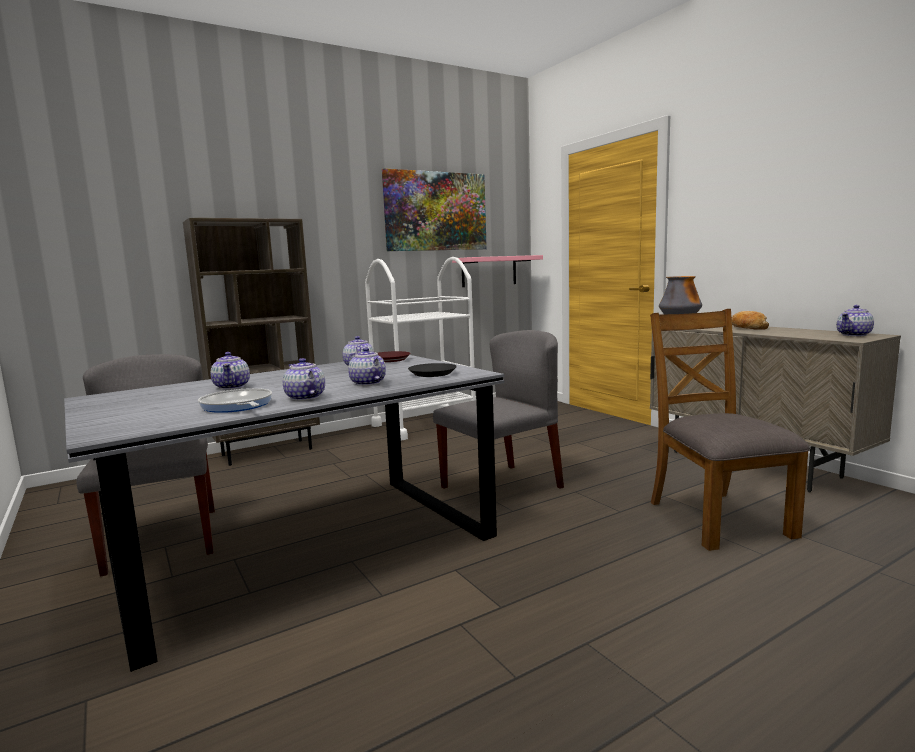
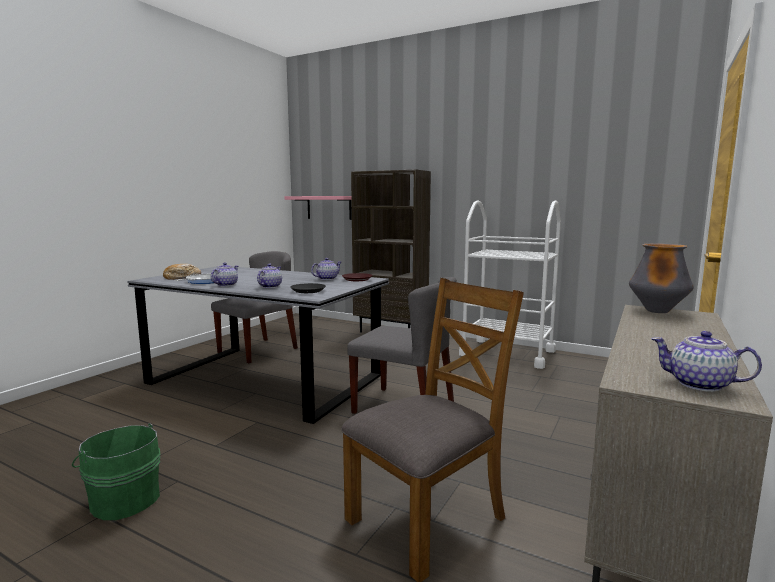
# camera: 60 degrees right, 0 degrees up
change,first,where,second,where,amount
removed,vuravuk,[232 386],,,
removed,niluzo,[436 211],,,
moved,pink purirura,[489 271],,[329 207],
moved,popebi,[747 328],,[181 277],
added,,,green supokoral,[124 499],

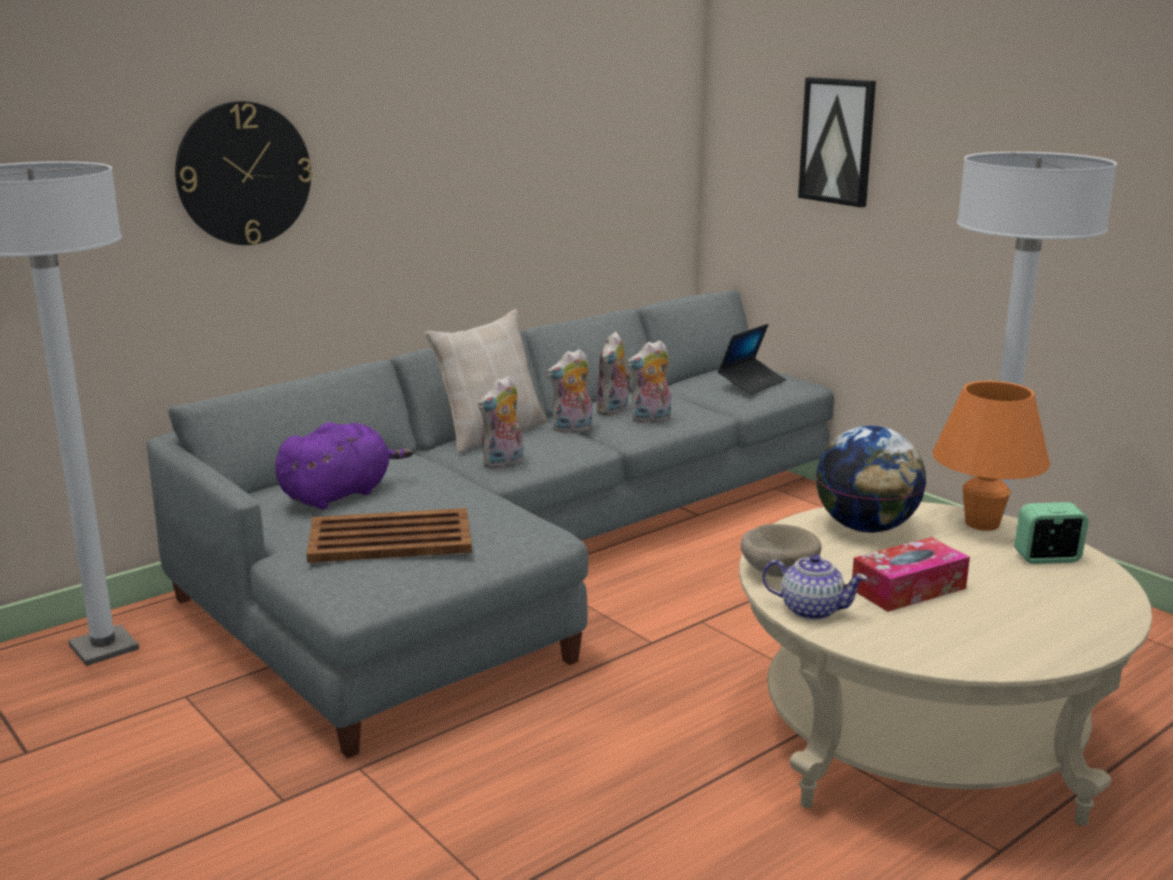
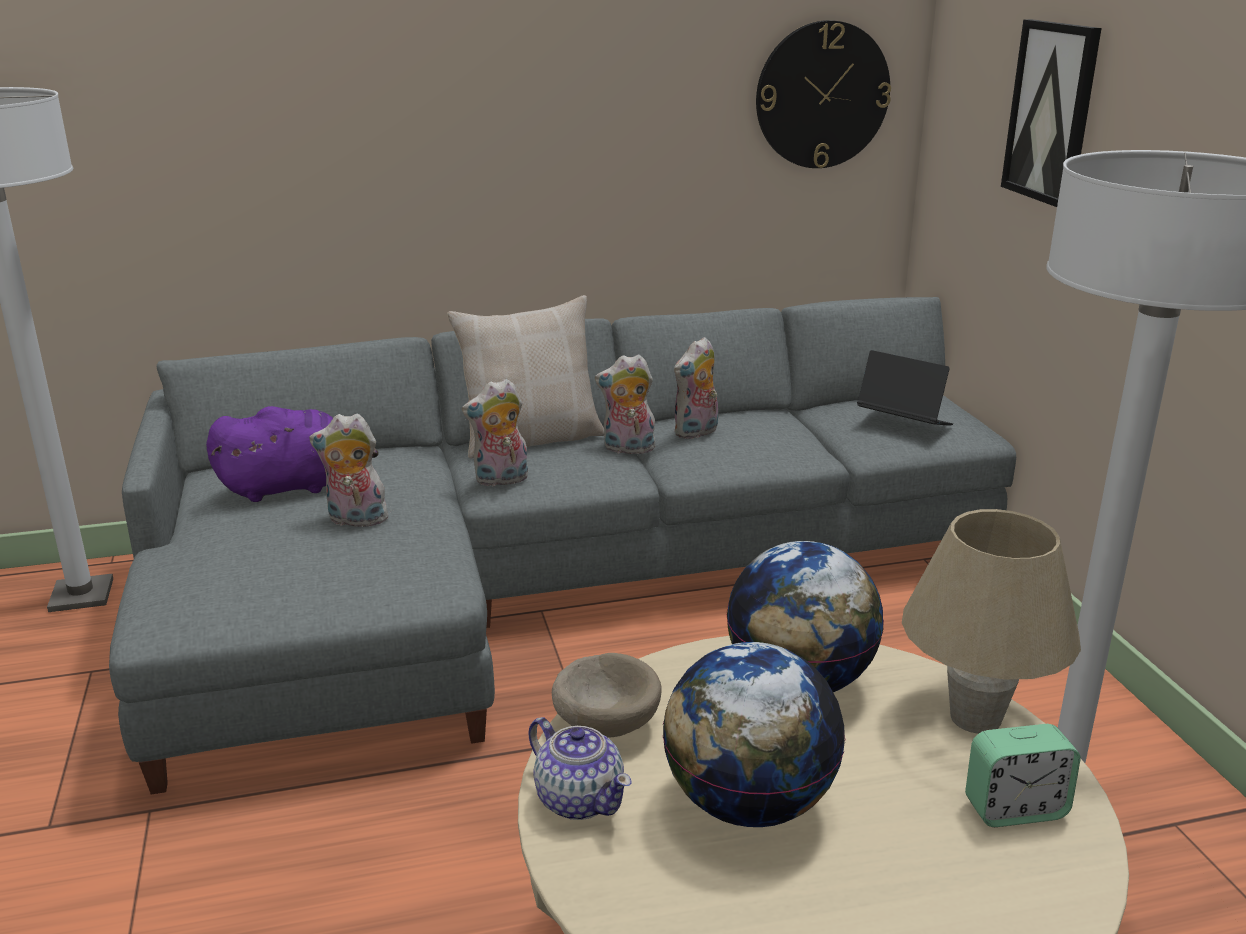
# camera: 25 degrees right, 5 degrees up
change,first,where,second,where,amount
moved,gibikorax,[244 173],,[822 95],
removed,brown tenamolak,[388 538],,,
moved,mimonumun,[651 420],,[355 520],
turned,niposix,[751 383],,[903 423],120 degrees counterclockwise
replaced,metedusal,[908 589],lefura,[747 803],
recoloured,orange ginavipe,[982 524],beige ginavipe,[975 718],
turned,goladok,[1047 558],,[1015 809],150 degrees clockwise

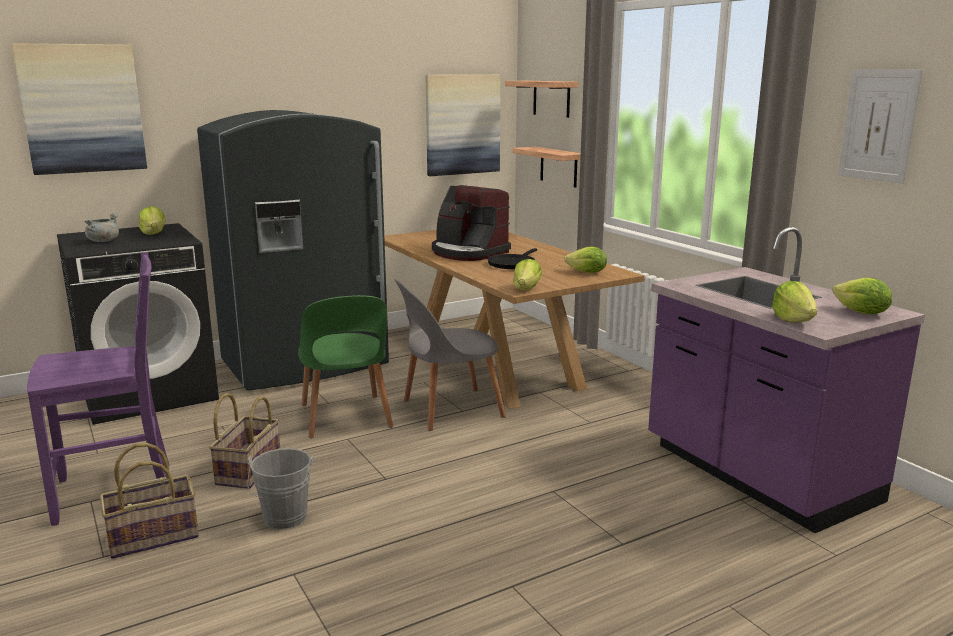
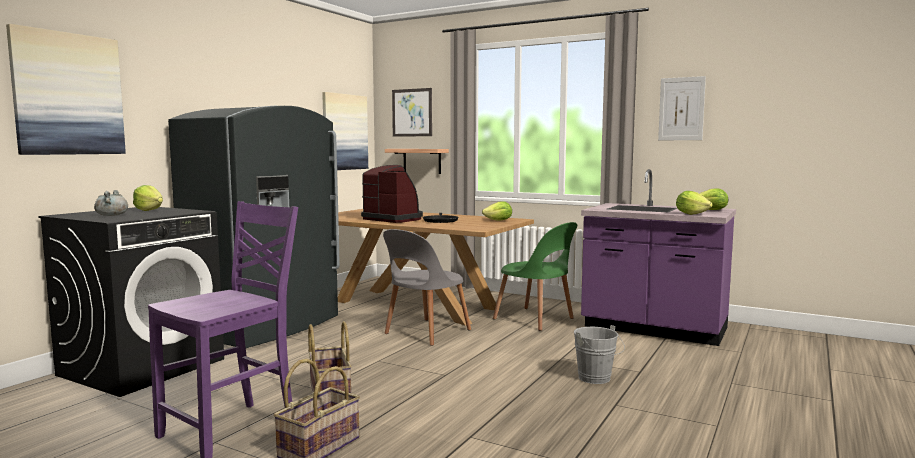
# camera: 30 degrees left, 10 degrees down
change,first,where,second,where,amount
moved,grey supokoral,[284 520],,[597 379],
moved,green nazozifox,[345 418],,[536 319],
turned,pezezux,[468 252],,[394 219],150 degrees counterclockwise
replaced,purirura,[551 98],niluzo,[412 112],
removed,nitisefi,[526 289],,,

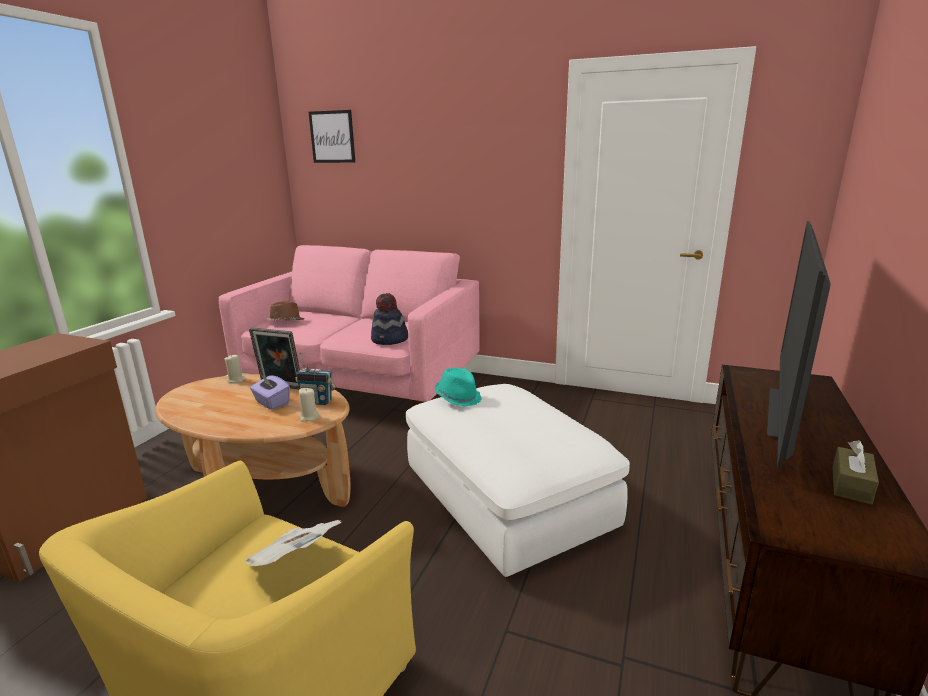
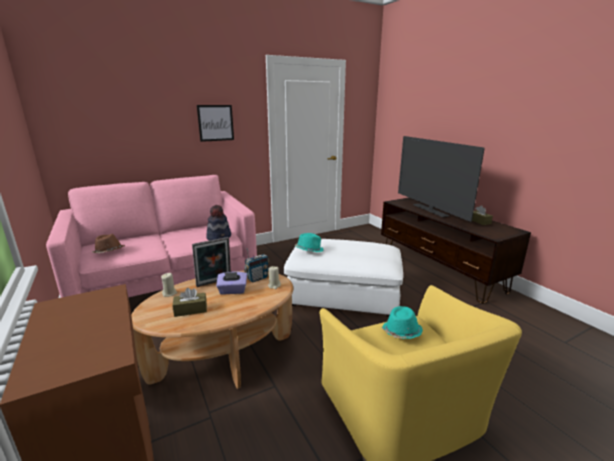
# camera: 50 degrees left, 0 degrees up
change,first,where,second,where,amount
replaced,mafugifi,[296 562],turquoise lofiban,[401 332],
moved,niluzo,[332 137],,[215 123],
added,,,brown metedusal,[190 310],

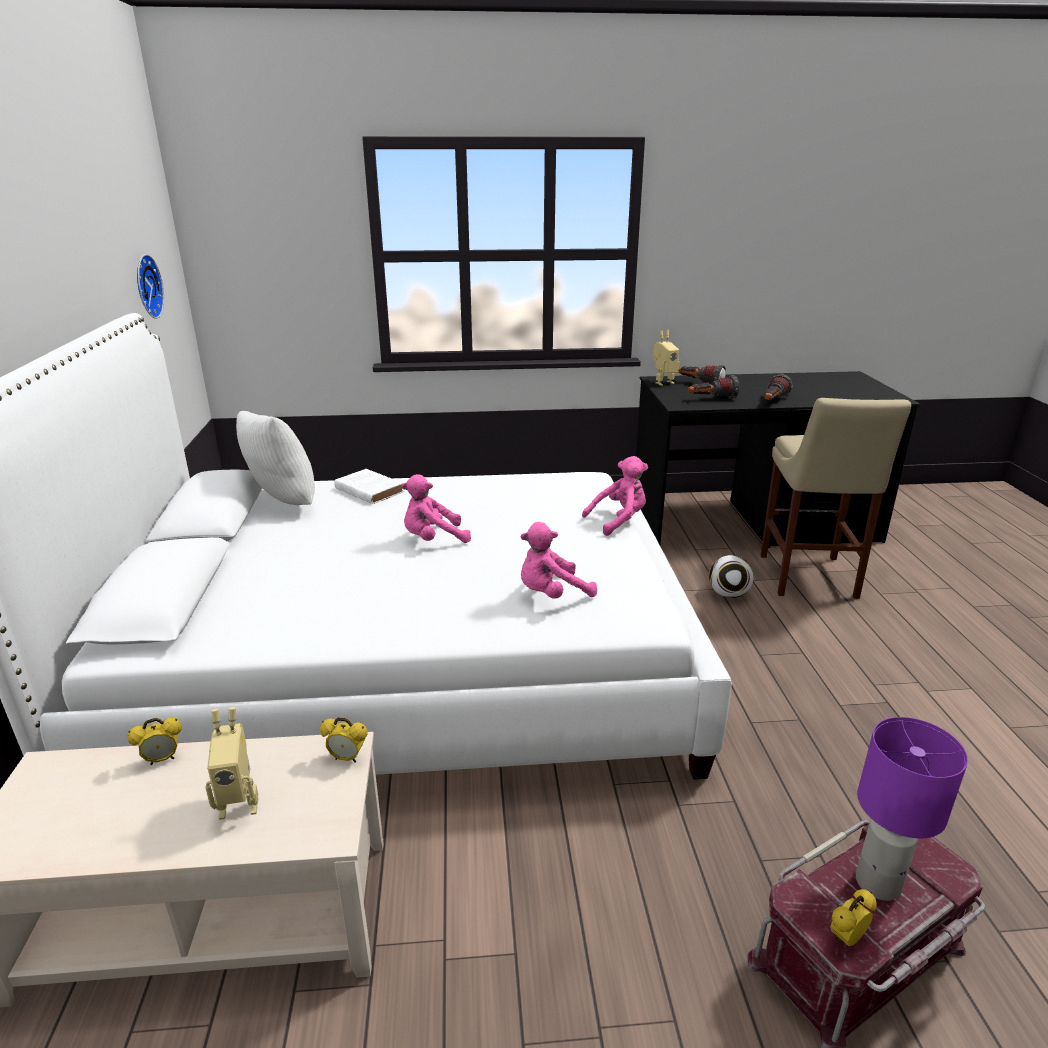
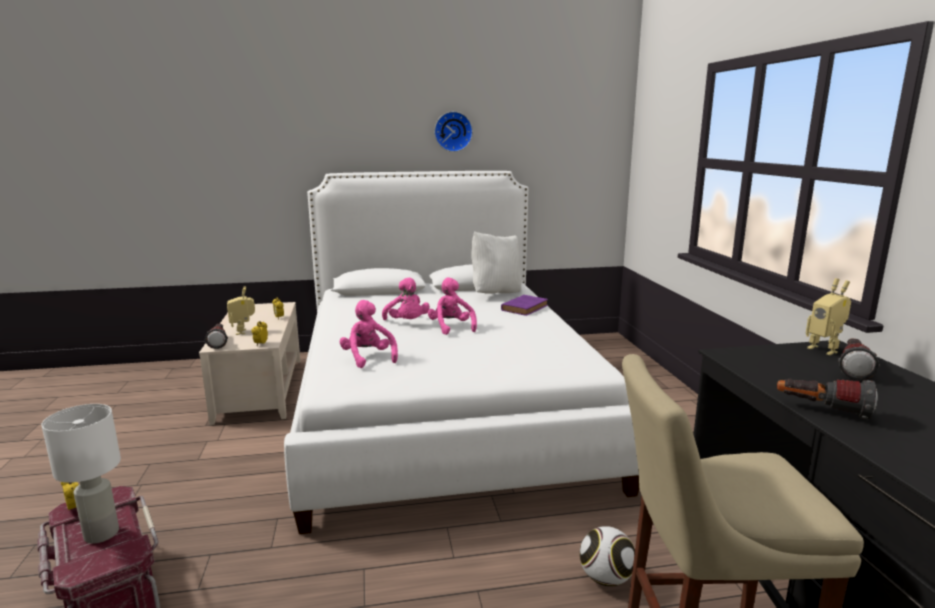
# camera: 85 degrees right, 10 degrees down
change,first,where,second,where,amount
moved,gibikorax,[145 286],,[453 131],
recoloured,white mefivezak,[368 490],purple mefivezak,[525 308],
moved,pink mimonumun,[619 521],,[407 323],
moved,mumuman,[711 399],,[219 342],
recoloured,purple ginavipe,[878 882],white ginavipe,[102 534],

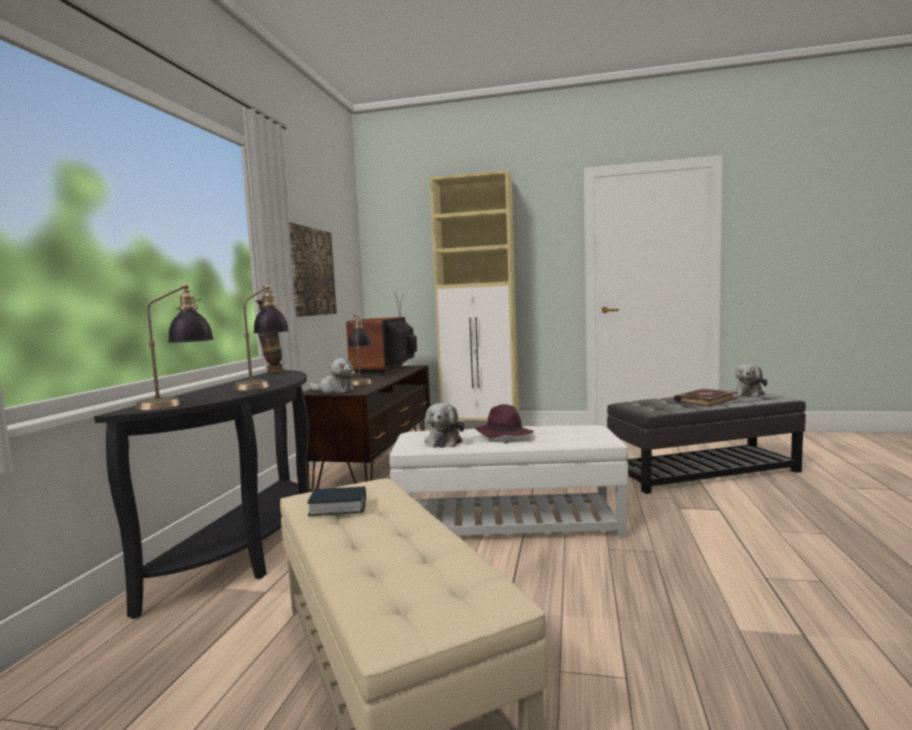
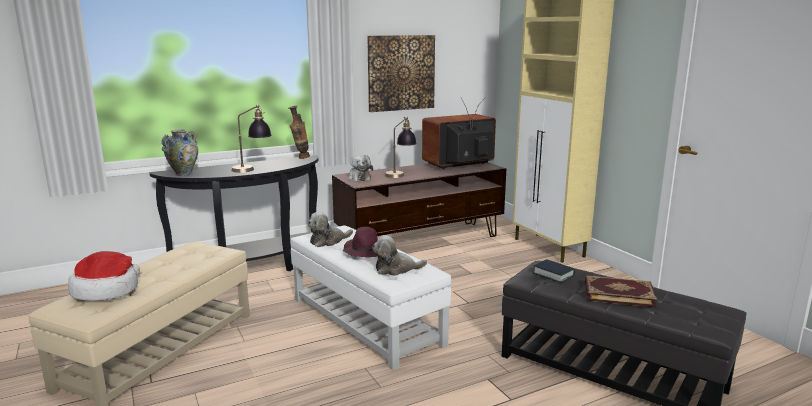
# camera: 50 degrees right, 10 degrees up
change,first,where,second,where,amount
replaced,ginavipe,[178 404],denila,[183 174],
moved,mefivezak,[338 507],,[553 274],
moved,mimonumun,[748 393],,[396 269],
added,,,lofiban,[107 290],

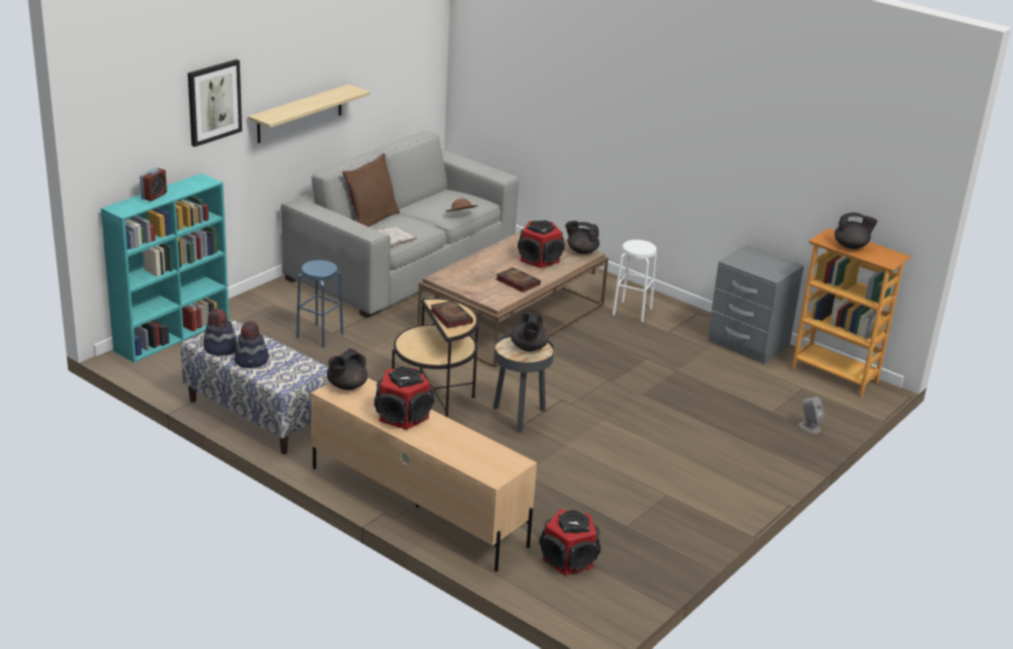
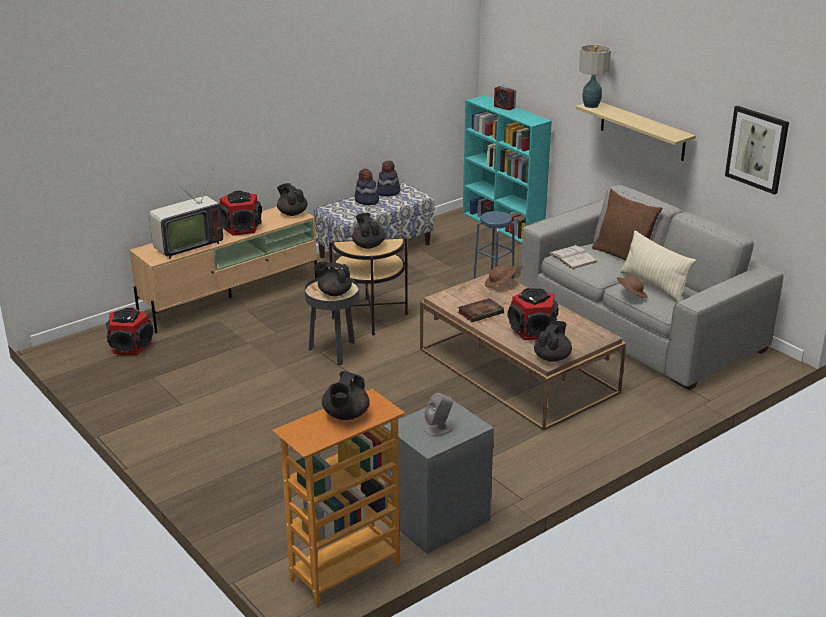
# camera: 105 degrees right, 0 degrees up
change,first,where,second,where,amount
moved,niluzo,[214 102],,[757 149],
replaced,mefivezak,[450 316],black vuravuk,[368 245],
removed,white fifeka,[632 311],,,
moved,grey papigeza,[809 427],,[439 429],
added,,,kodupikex,[186 246],
added,,,brown lofiban,[499 284],
added,,,ginavipe,[591 105],
added,,,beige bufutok,[653 286],

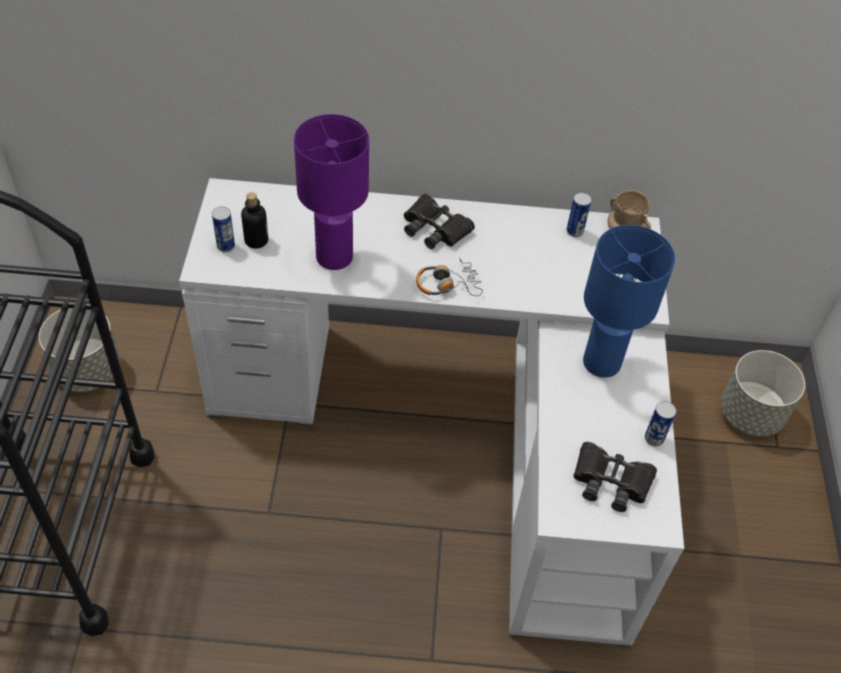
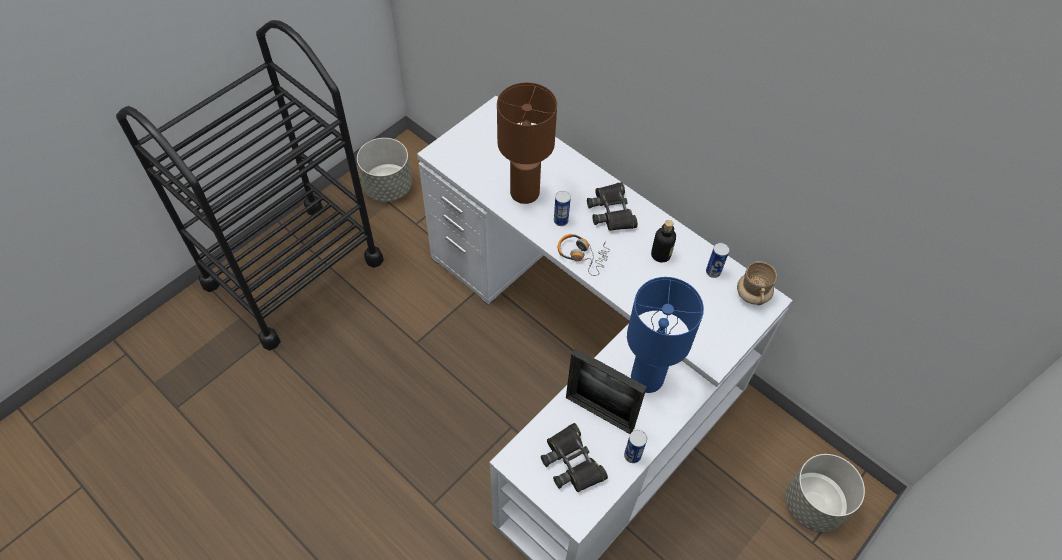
# camera: 40 degrees right, 5 degrees up
change,first,where,second,where,amount
moved,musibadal,[226 246],,[560 221],
moved,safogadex,[256 240],,[660 255],
recoloured,purple ginavipe,[334 258],brown ginavipe,[524 193],
added,,,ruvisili,[599 413],

